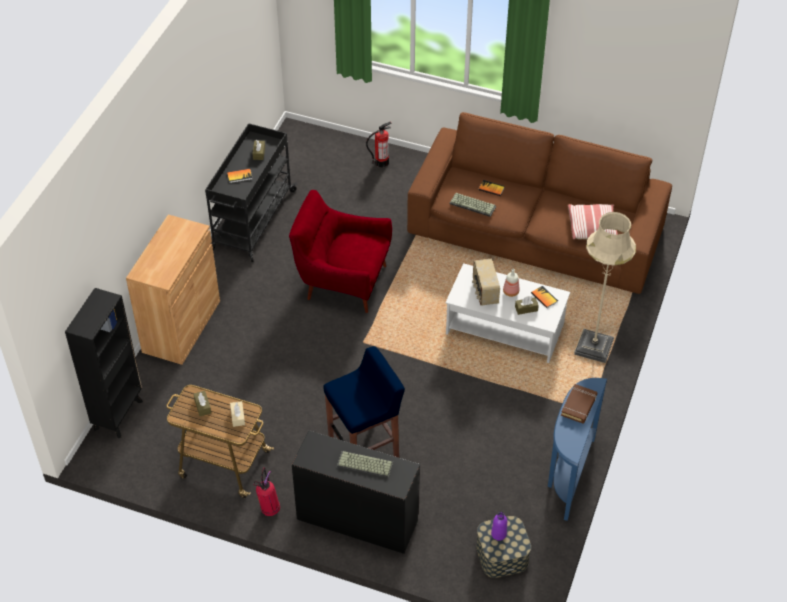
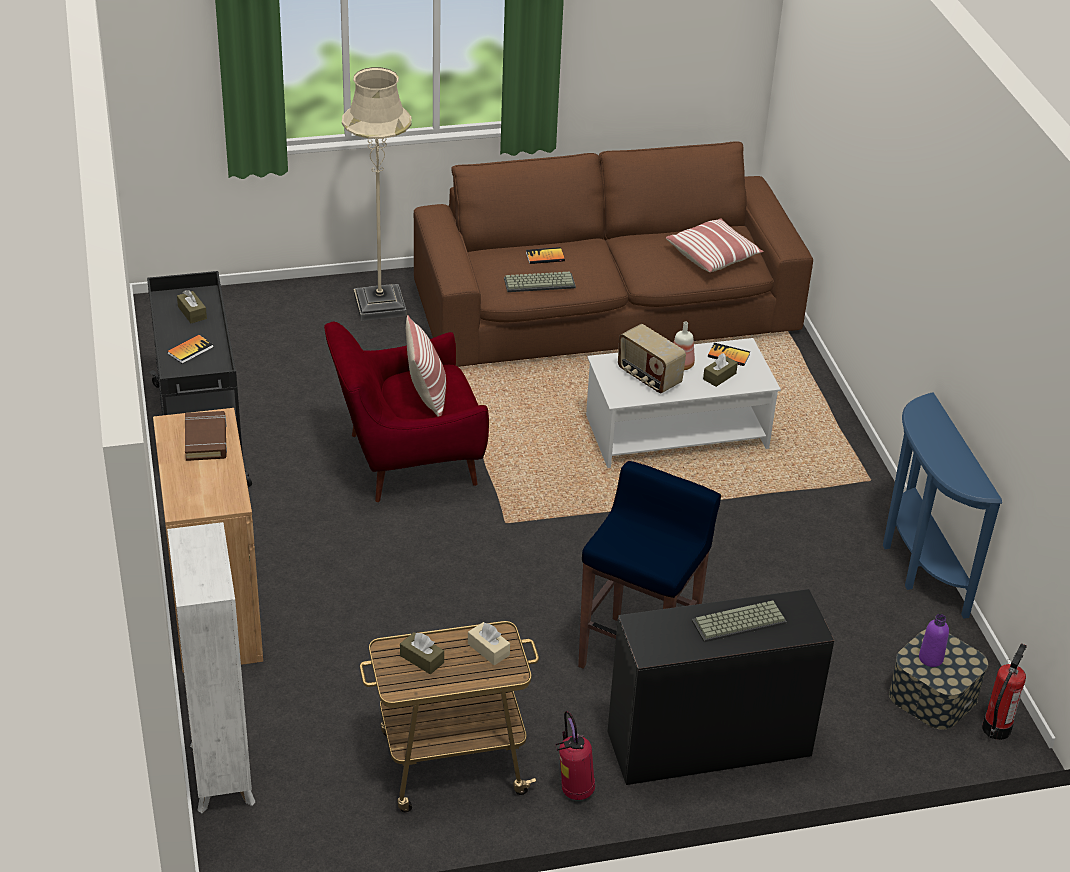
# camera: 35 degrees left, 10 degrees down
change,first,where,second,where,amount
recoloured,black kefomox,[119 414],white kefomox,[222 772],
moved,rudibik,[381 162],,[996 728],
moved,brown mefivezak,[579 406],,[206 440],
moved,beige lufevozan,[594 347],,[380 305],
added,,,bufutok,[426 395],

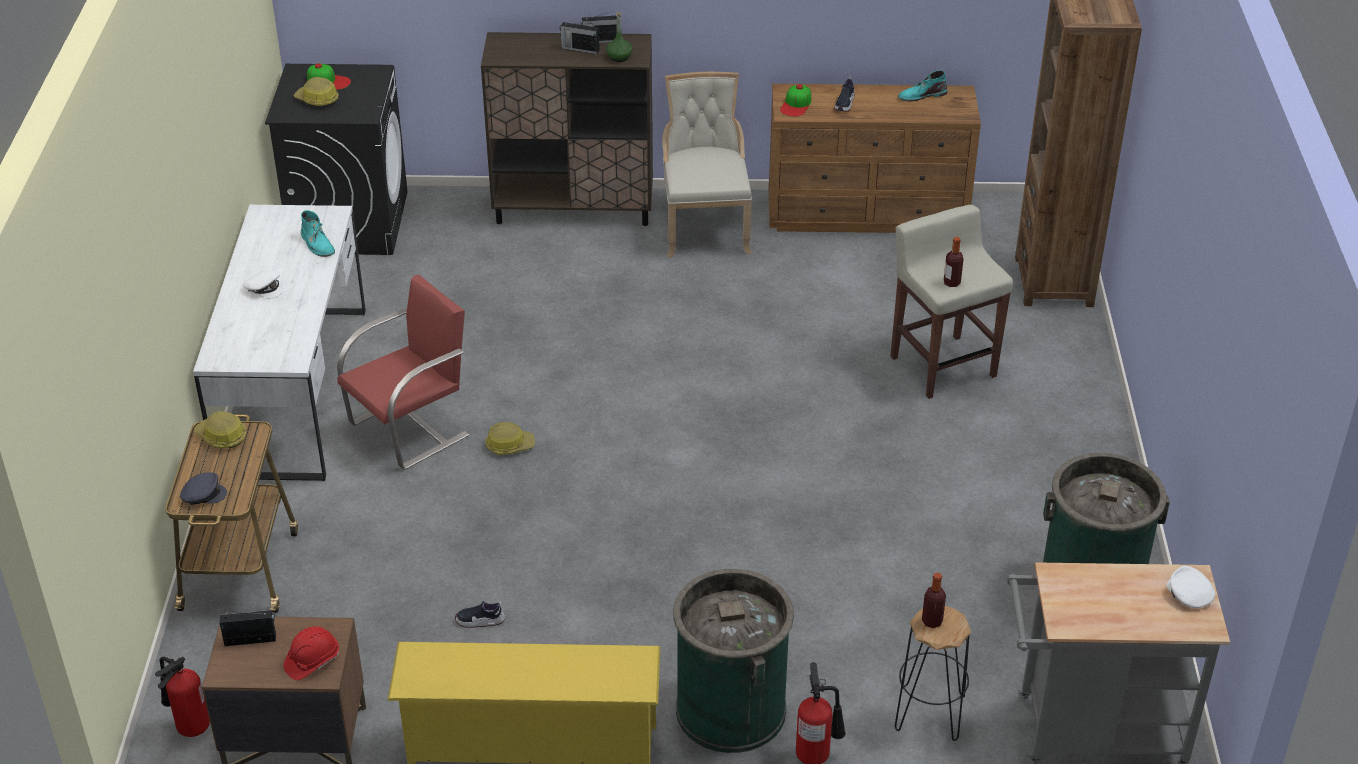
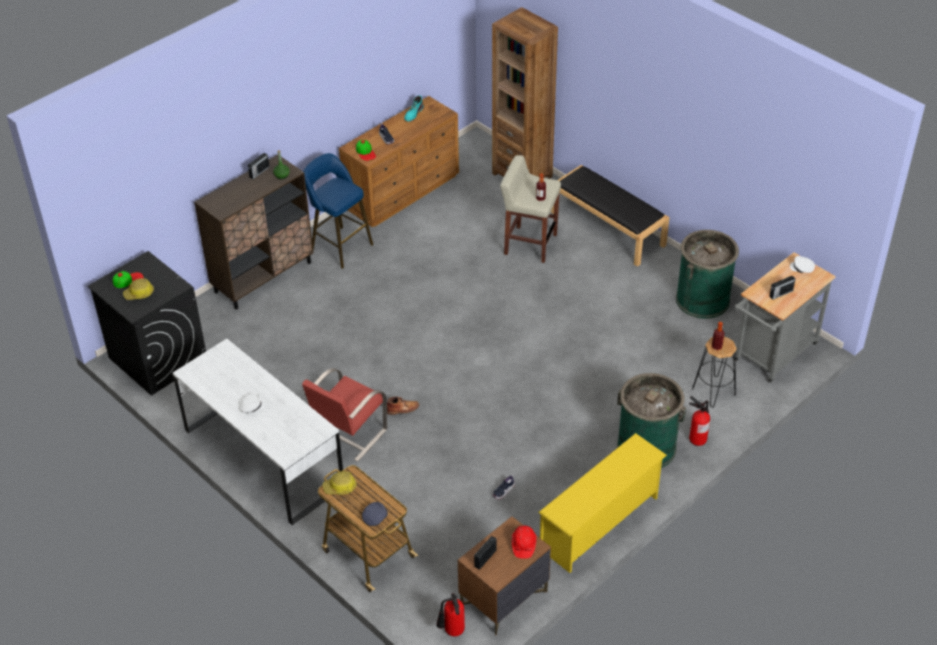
# camera: 45 degrees left, 5 degrees up
change,first,where,second,where,amount
removed,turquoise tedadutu,[317 244],,,
turned,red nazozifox,[411 429],,[347 434],150 degrees counterclockwise
replaced,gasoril,[509 445],brown tedadutu,[403 409],
moved,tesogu,[579 49],,[780 294],
replaced,beige nazozifox,[705 227],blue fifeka,[339 246],
added,,,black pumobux,[608 228],

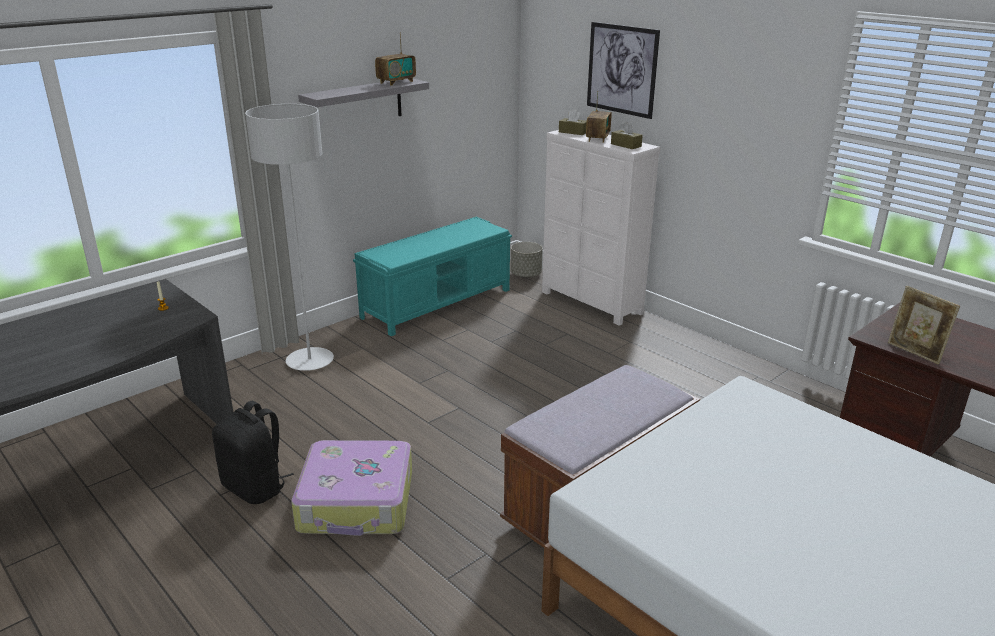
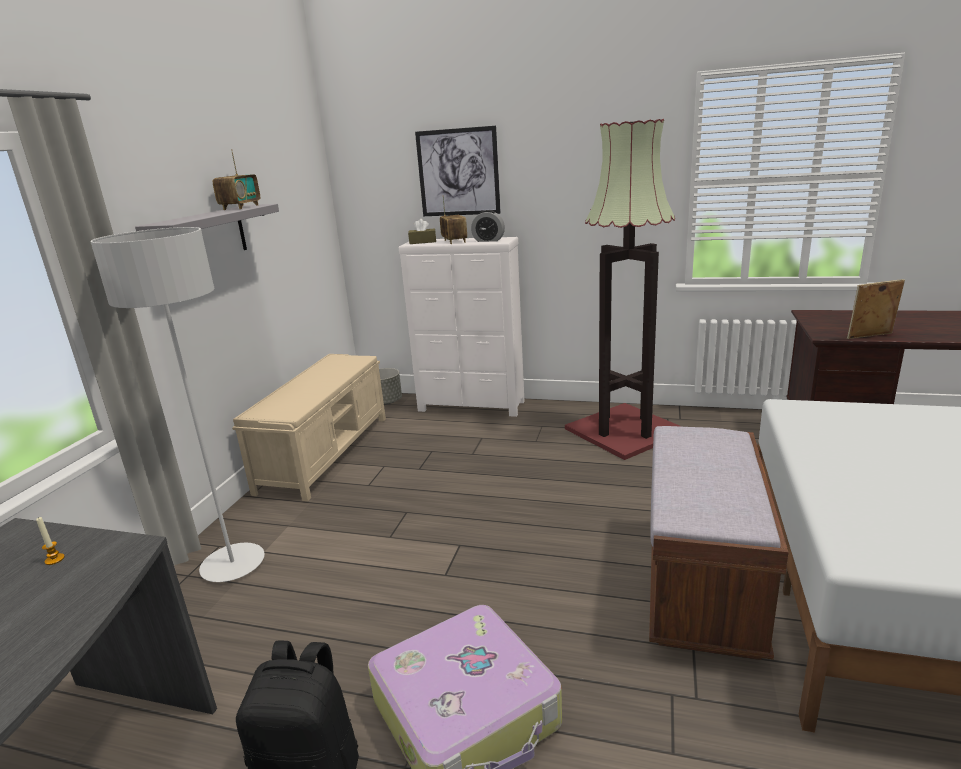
# camera: 30 degrees left, 5 degrees down
change,first,where,second,where,amount
recoloured,turquoise pumobux,[438 303],beige pumobux,[326 452],
replaced,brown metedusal,[626 145],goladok,[488 240],
turned,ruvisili,[914 353],,[870 337],150 degrees clockwise
added,,,lufevozan,[626 431],

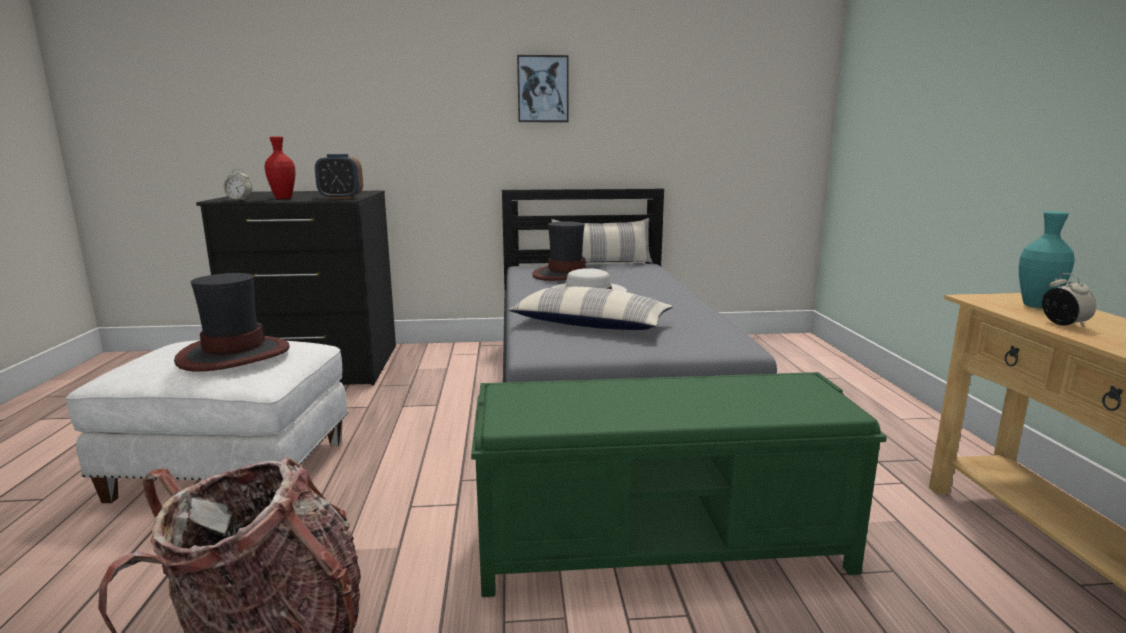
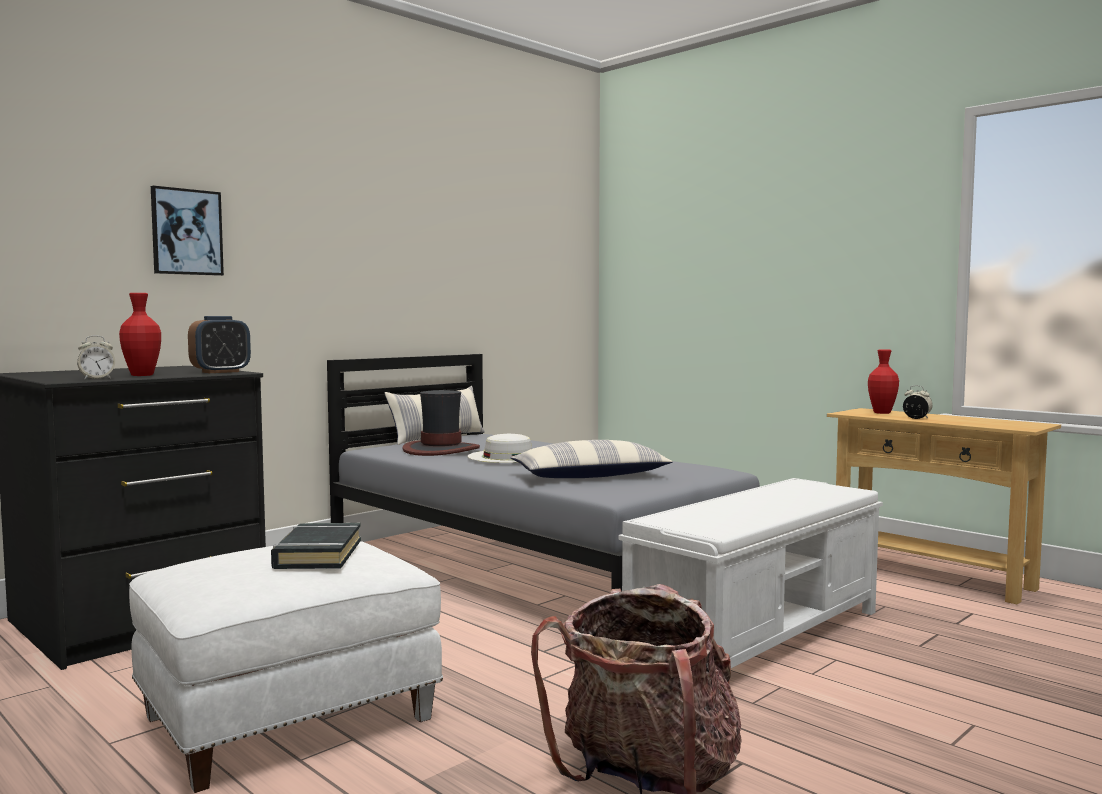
# camera: 40 degrees left, 10 degrees down
change,first,where,second,where,amount
replaced,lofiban,[233 354],black mefivezak,[318 554],
recoloured,green pumobux,[663 545],white pumobux,[759 636],
moved,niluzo,[543 89],,[186 232],
recoloured,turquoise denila,[1037 306],red denila,[882 413],

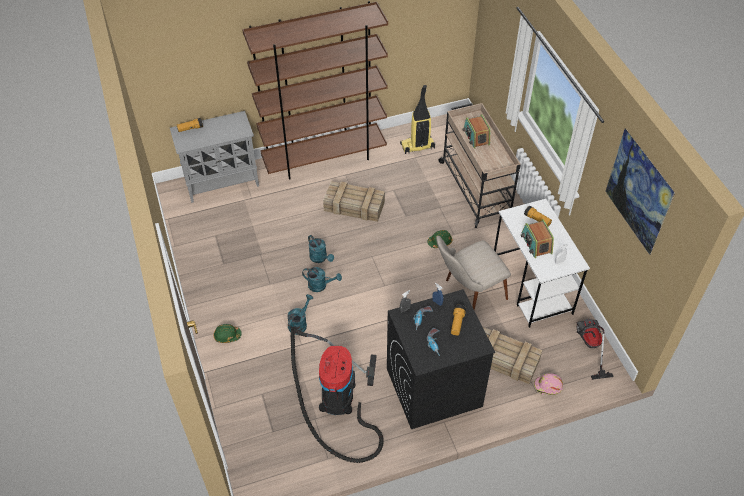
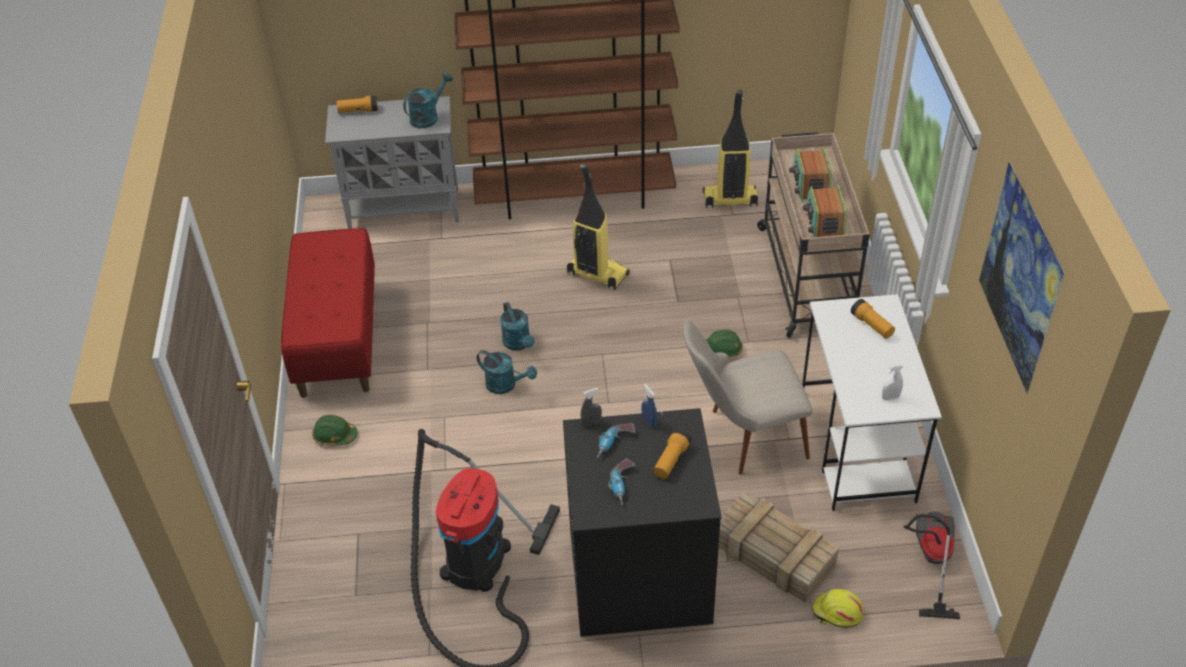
# camera: 15 degrees right, 5 degrees down
change,first,where,second,where,amount
moved,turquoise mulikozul,[299 323],,[428 117],
replaced,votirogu,[353 206],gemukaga,[597 274],
moved,tesogu,[536 244],,[824 223],
recoloured,pink gasoril,[548 386],yellow gasoril,[837 613],
added,,,red pumobux,[337 338],

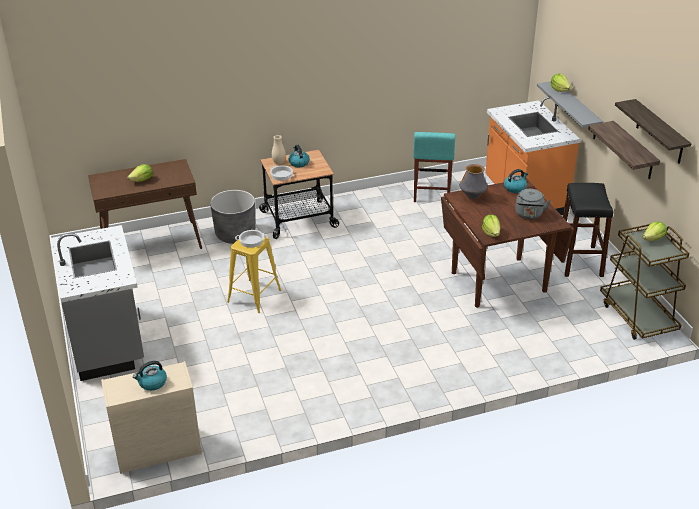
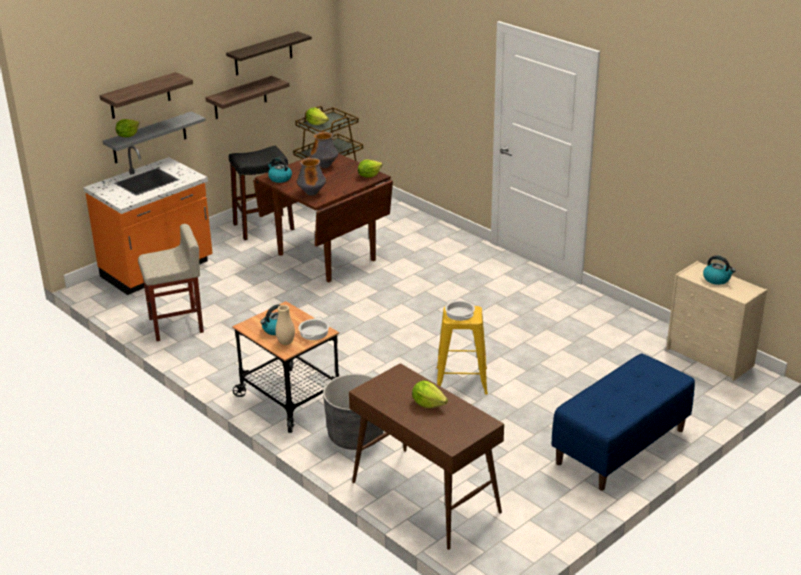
# camera: 115 degrees left, 5 degrees down
change,first,where,second,where,amount
replaced,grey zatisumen,[108 342],blue pumobux,[620 447],
recoloured,turquoise fifeka,[431 193],beige fifeka,[177 325],
replaced,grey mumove,[529 215],denila,[324 166],
added,,,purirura,[140 96],

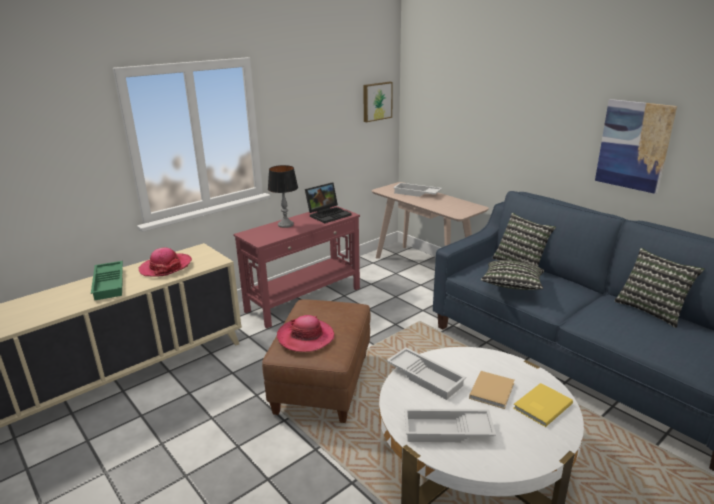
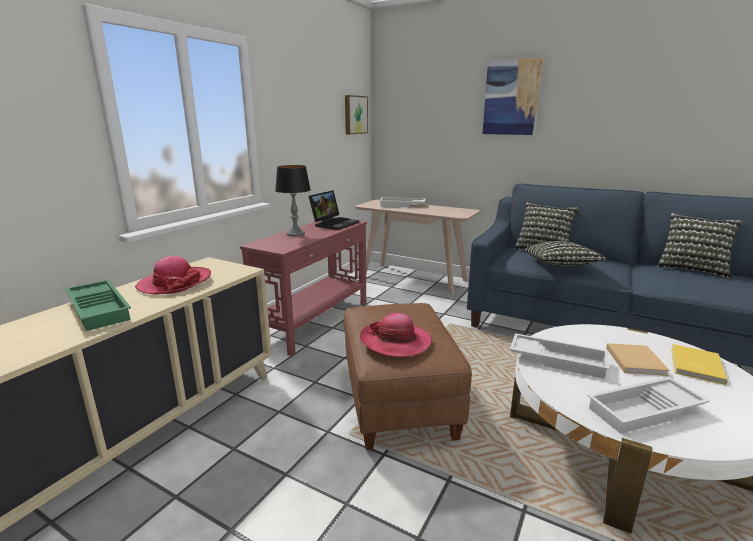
# camera: 20 degrees left, 5 degrees down
change,first,where,second,where,amount
moved,niluzo,[633 145],,[511 97],

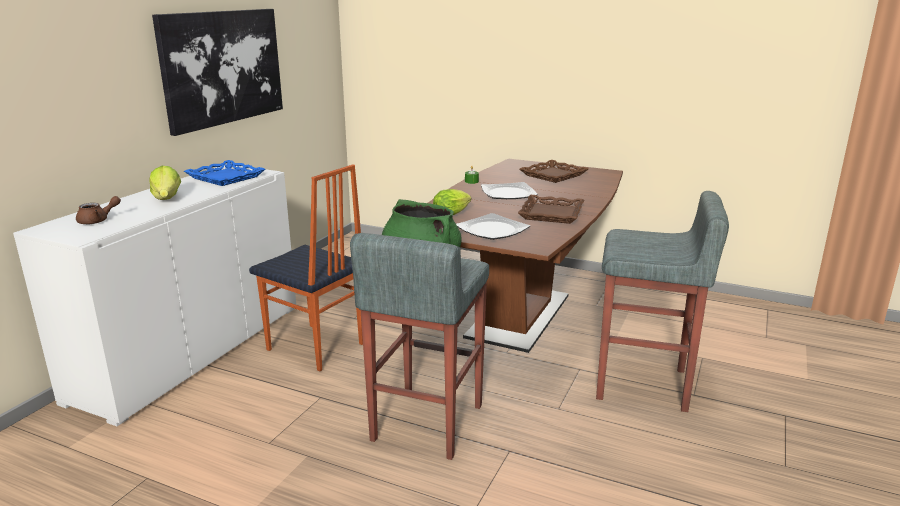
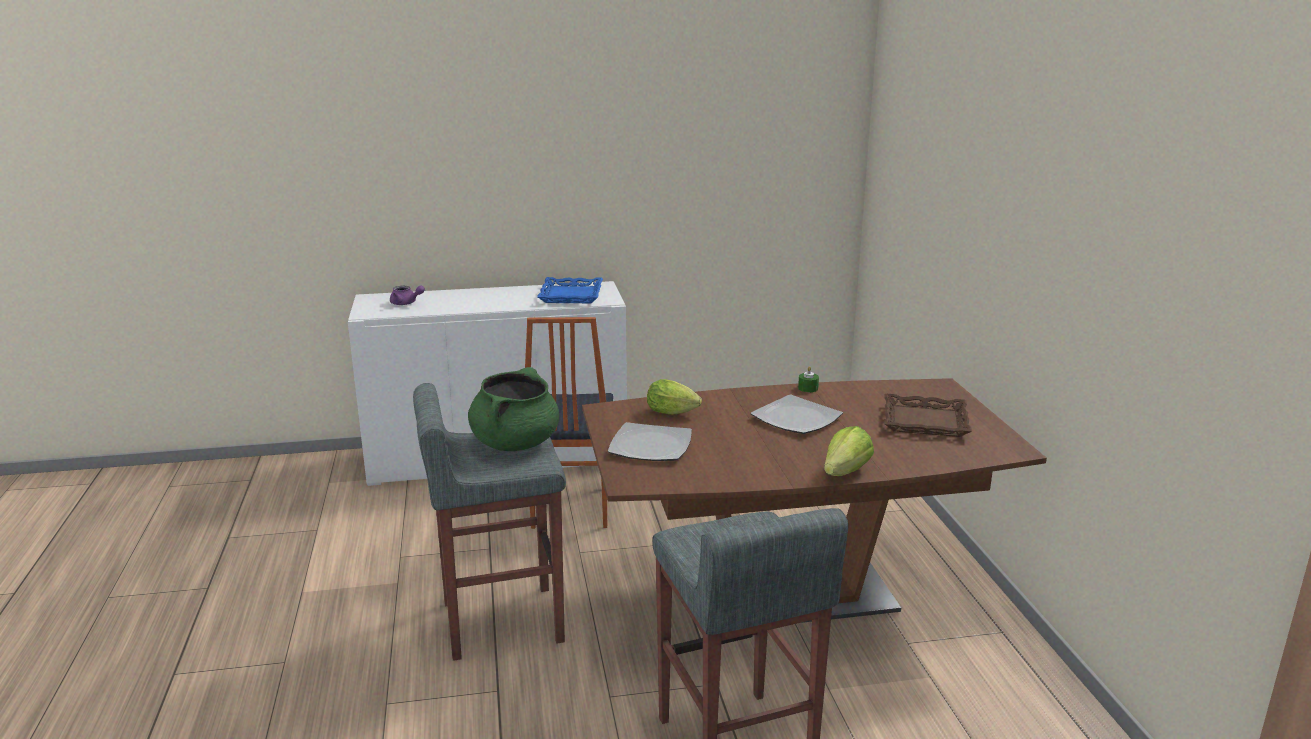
# camera: 55 degrees right, 0 degrees up
change,first,where,second,where,amount
recoloured,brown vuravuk,[98 221],purple vuravuk,[406 303],
moved,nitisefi,[167 199],,[845 472],
removed,niluzo,[223 67],,,
removed,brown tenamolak,[552 214],,,

